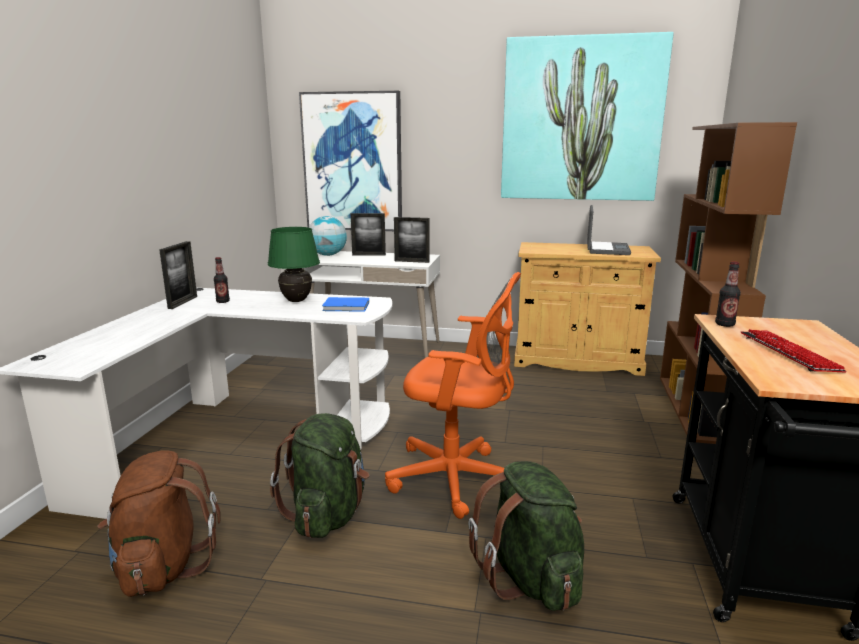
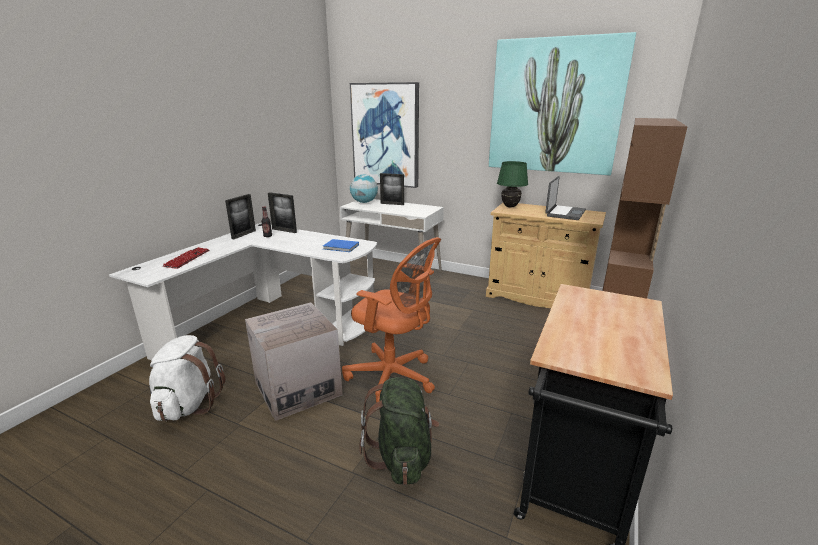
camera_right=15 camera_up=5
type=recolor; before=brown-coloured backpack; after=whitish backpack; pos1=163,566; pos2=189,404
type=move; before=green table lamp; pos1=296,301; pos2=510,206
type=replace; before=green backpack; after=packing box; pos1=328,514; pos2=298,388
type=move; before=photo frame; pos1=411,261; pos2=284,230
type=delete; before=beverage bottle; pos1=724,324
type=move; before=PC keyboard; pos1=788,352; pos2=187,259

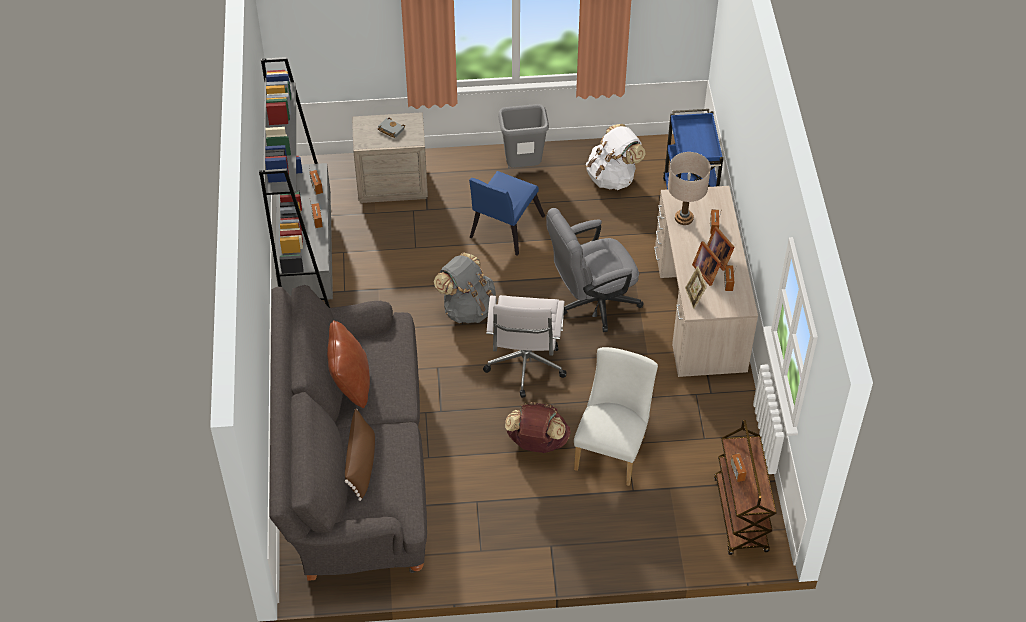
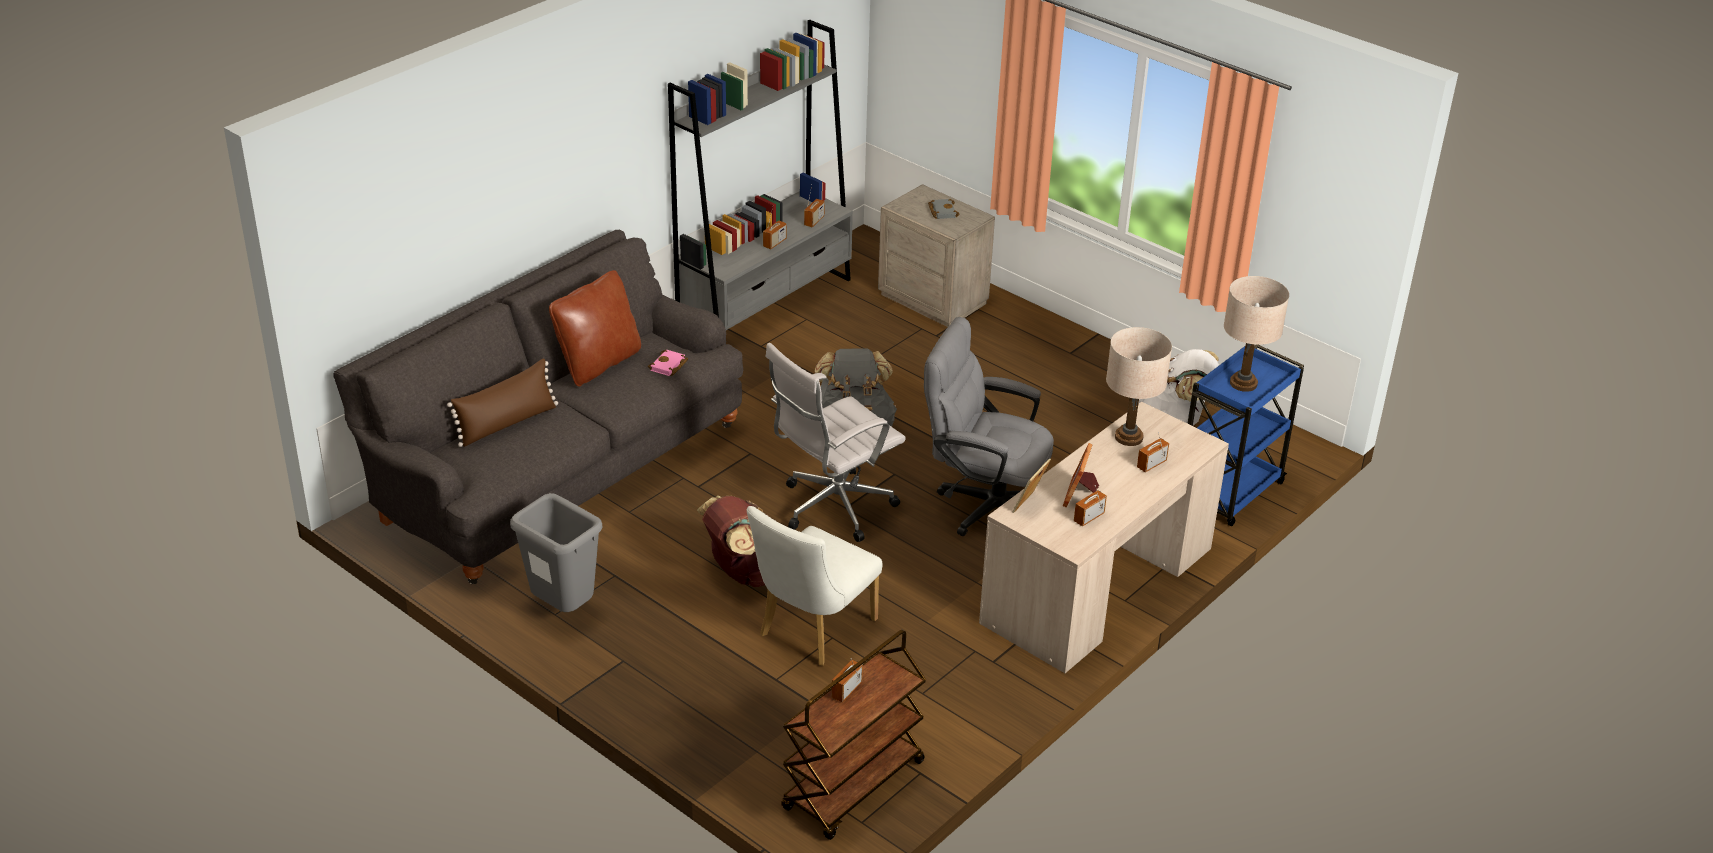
camera_right=45 camera_up=-15
type=delete; before=bluish upright chair; pos1=503,230
type=move; before=greyish rubbish bin; pos1=523,167; pos2=564,610
type=rotate; before=whitish upright chair; pos1=612,449; pos2=811,631; turn=150
type=delete; before=photo frame; pos1=719,256
type=insert; after=pink-coloured bound book; pos2=669,366
type=insert; after=beige table lamp; pos2=1243,383

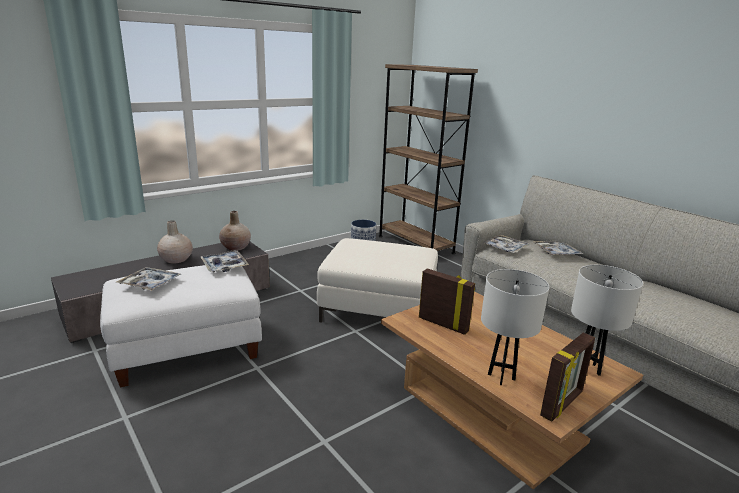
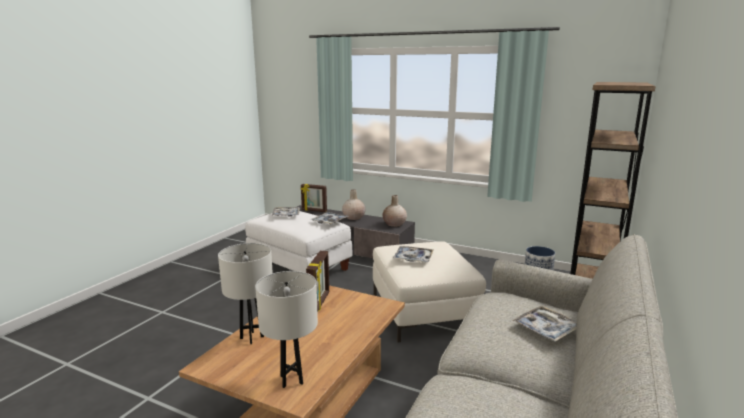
camera_right=65 camera_up=-5
type=move; before=tray; pos1=505,248; pos2=413,258
type=move; before=photo frame; pos1=562,404; pos2=314,211

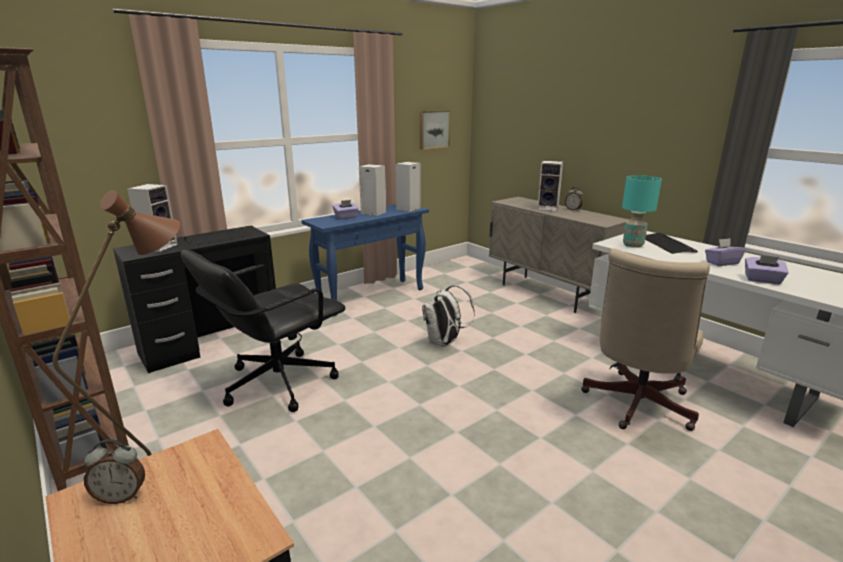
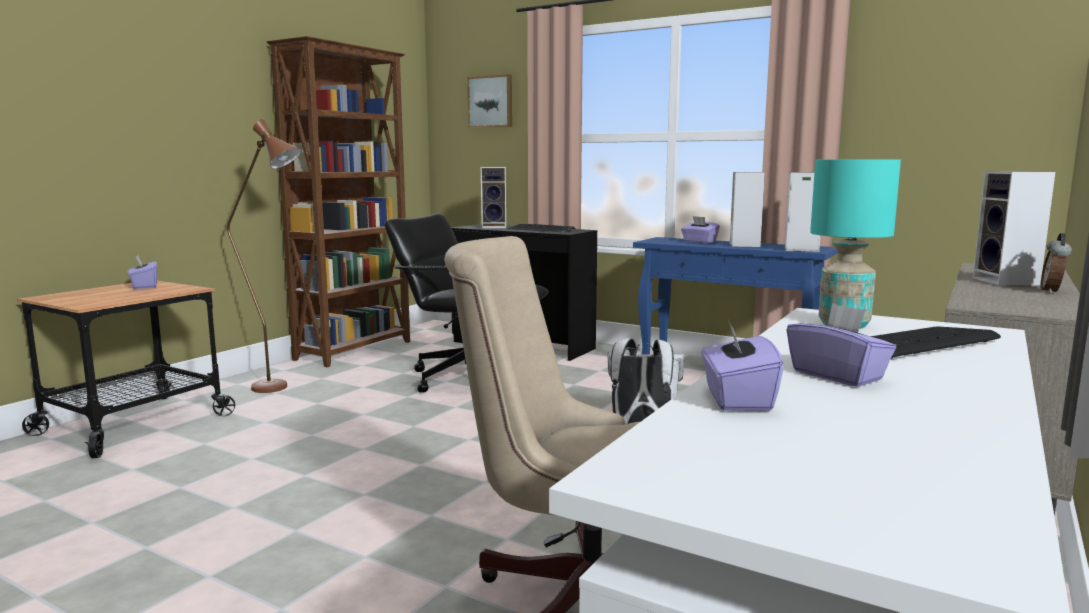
camera_right=70 camera_up=-10
type=replace; before=table clock; after=purple tissue holder; pos1=121,496; pos2=144,286
type=move; before=picture; pos1=433,129; pos2=491,102

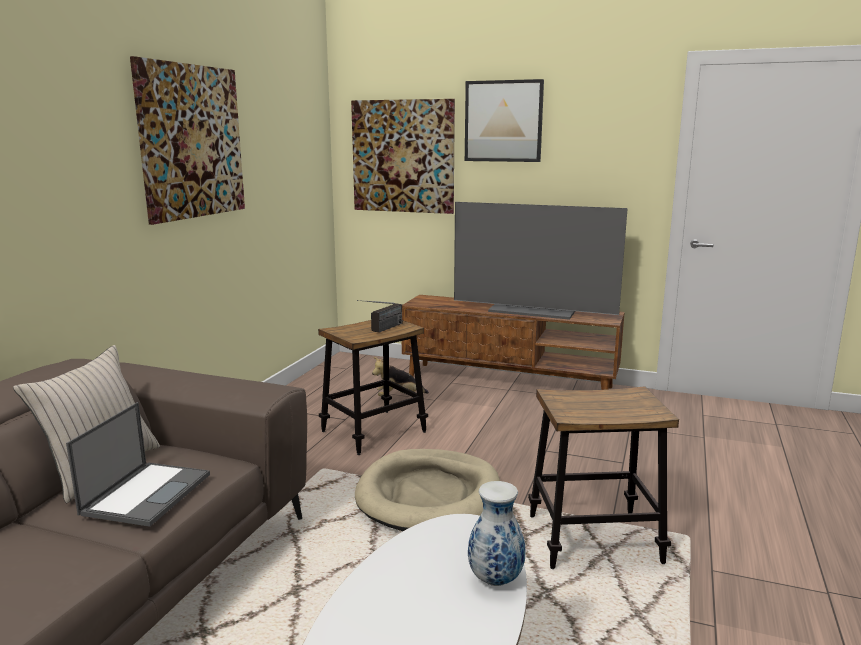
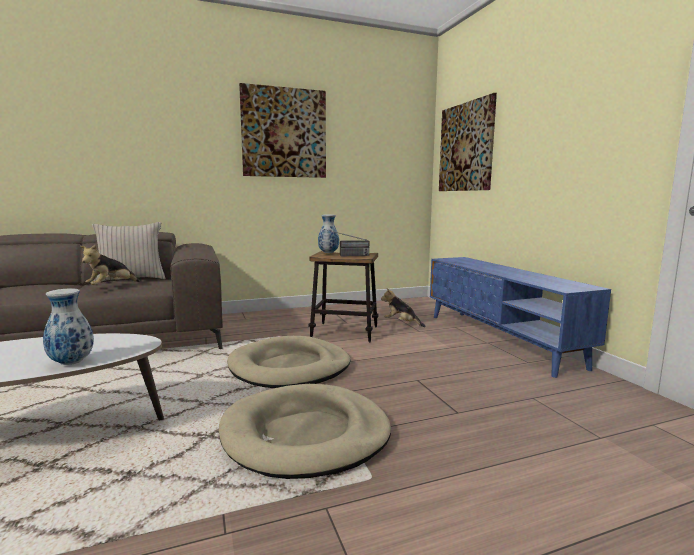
camera_right=50 camera_up=-5
type=replace; before=portable computer; after=cuddly toy; pos1=147,493; pos2=111,286
type=recolor; before=brown-coloured tv unit; after=bluish tv unit; pos1=509,382; pos2=499,339
type=delete; before=TV set; pos1=533,310
type=delete; before=picture; pos1=503,121
type=replace; before=stool; after=beige dog bed; pos1=593,539; pos2=306,434
type=insert; after=decorative vase; pos2=328,253

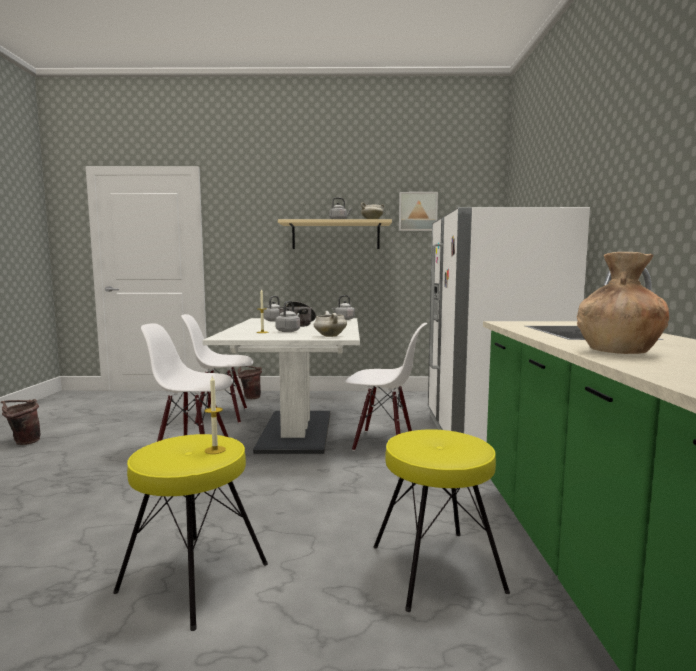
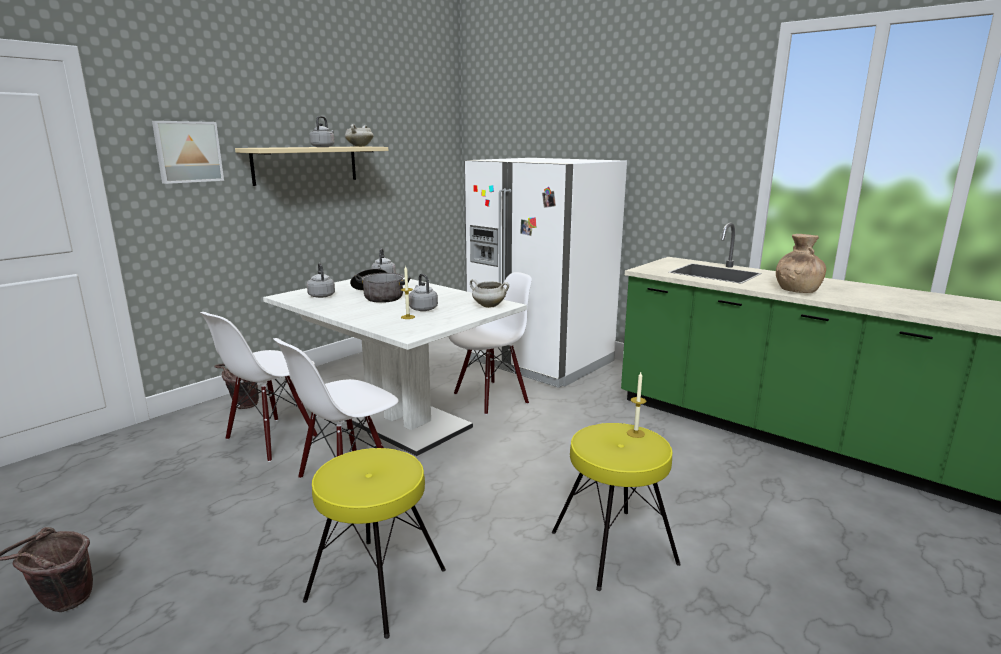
camera_right=-50 camera_up=10
type=move; before=yellowish stool; pos1=436,567; pos2=376,584
type=move; before=picture; pos1=417,211; pos2=188,152

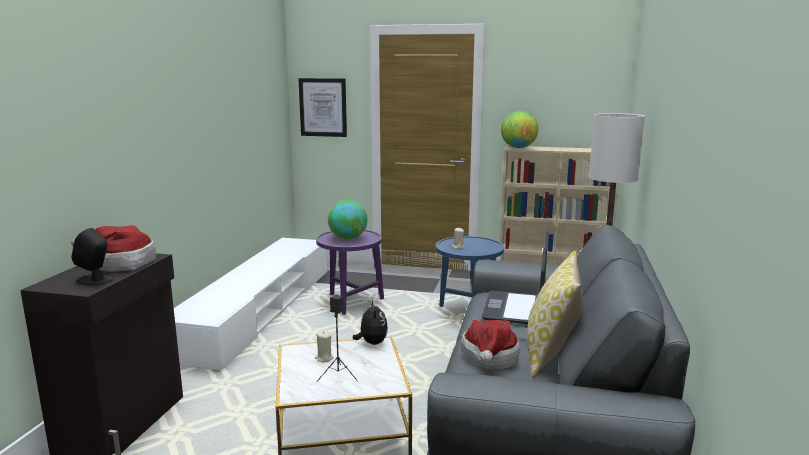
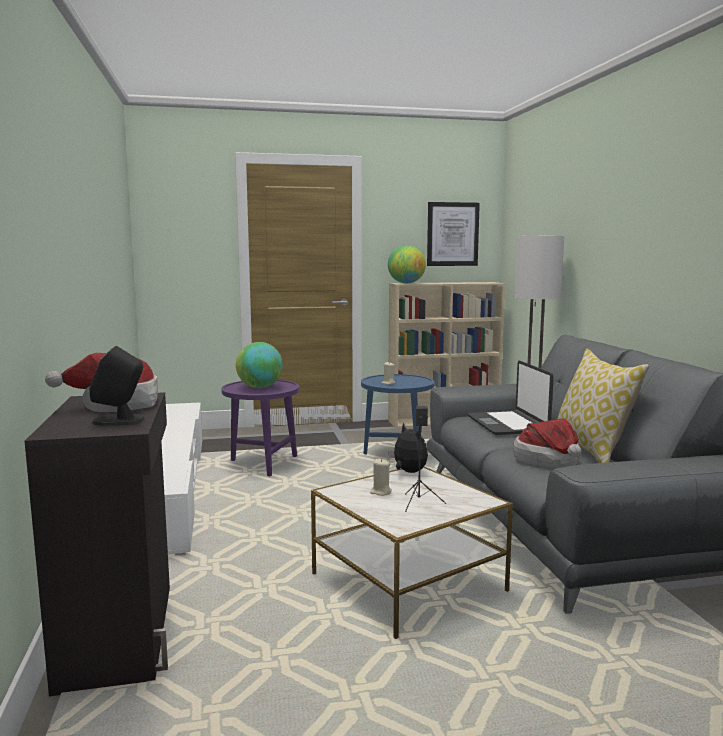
camera_right=-25 camera_up=-5
type=move; before=picture; pos1=323,107; pos2=452,234

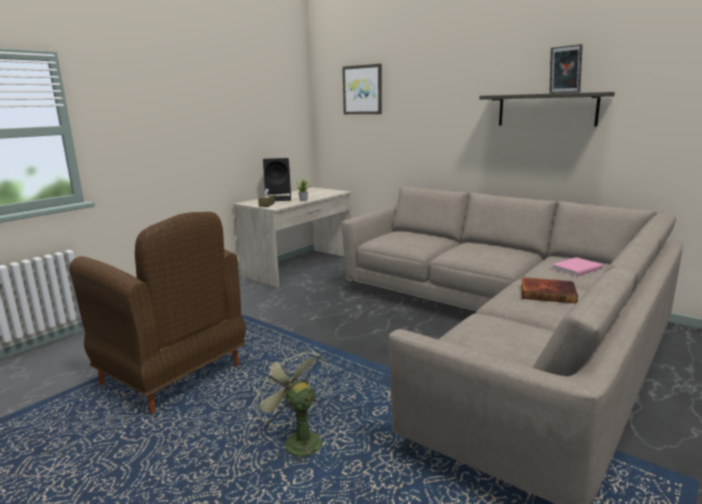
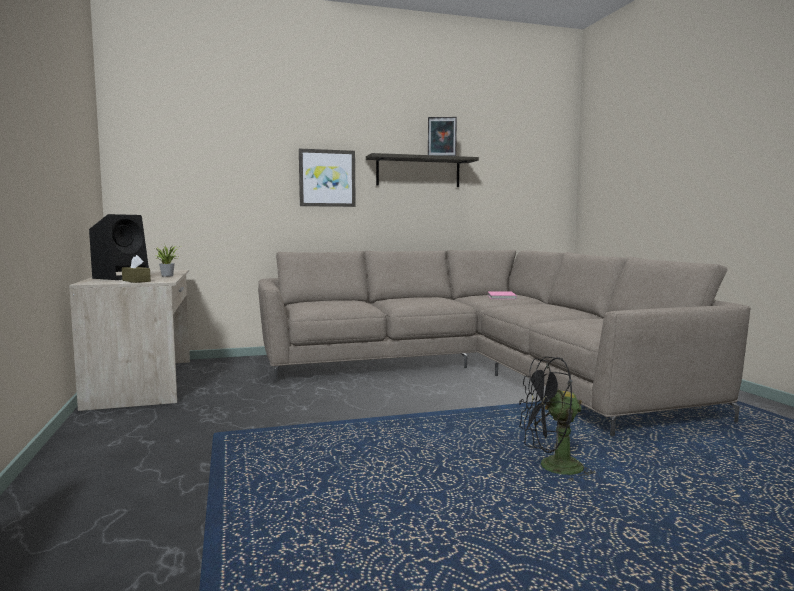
camera_right=-55 camera_up=-10
type=delete; before=brown-coloured armchair; pos1=173,376
type=recolor; before=green fan; after=black-coloured fan; pos1=296,441; pos2=552,468
type=move; before=picture; pos1=362,90; pos2=327,178
type=delete; before=bound book; pos1=548,293

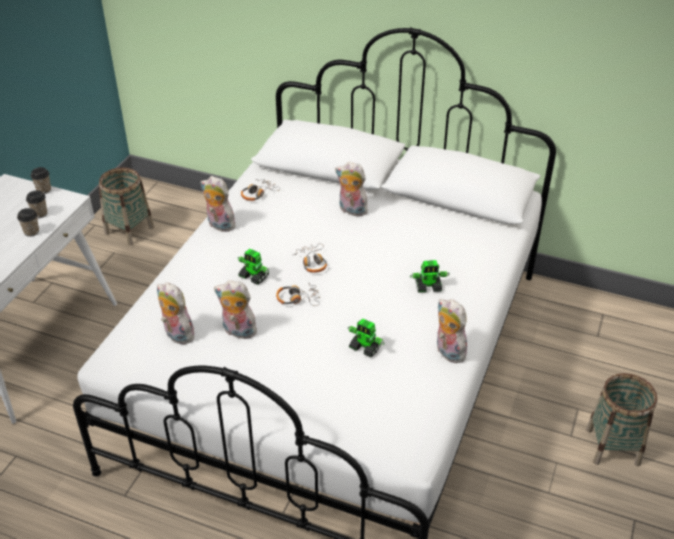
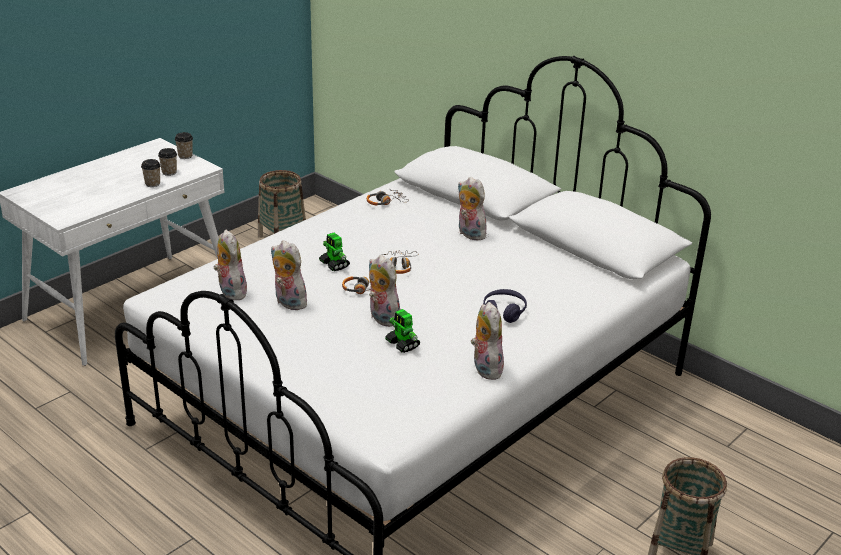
camera_right=20 camera_up=-10
type=move; before=cuddly toy; pos1=219,225; pos2=381,318
type=replace; before=model robot; after=purple pair of headphones; pos1=428,287; pos2=504,312

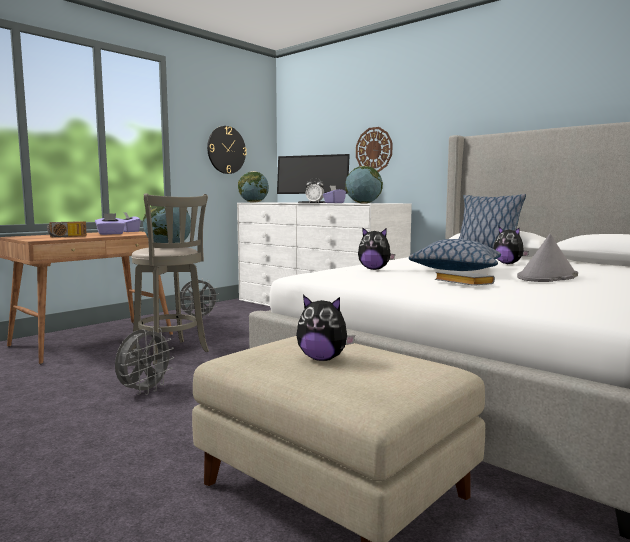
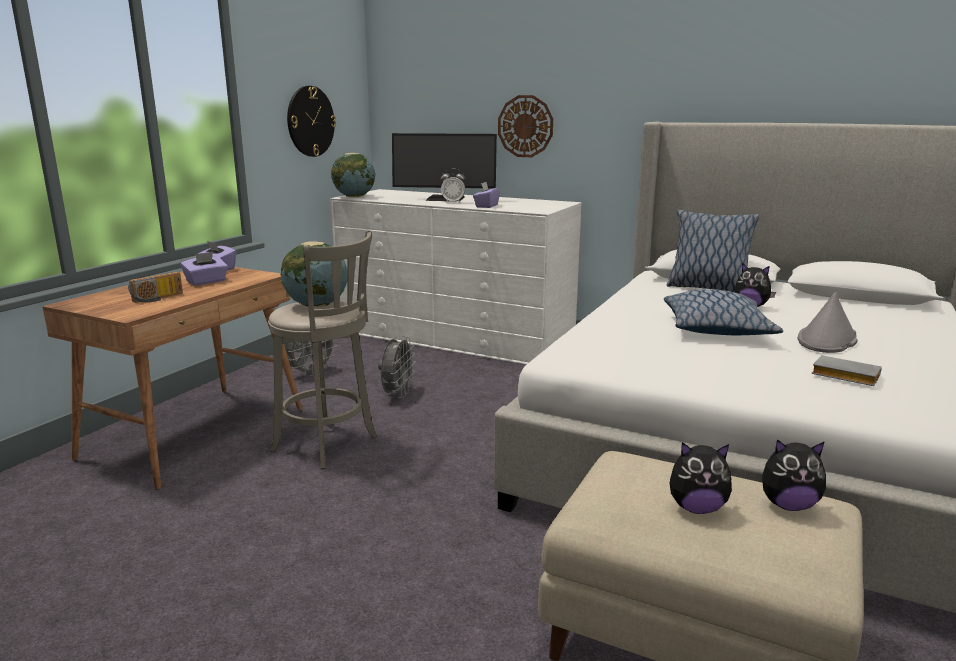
camera_right=-15 camera_up=10
type=move; before=greyish fan; pos1=144,391; pos2=397,394
type=delete; before=desk globe; pos1=363,203
type=move; before=cuddly toy; pos1=374,269; pos2=788,505
type=move; before=greyish bound book; pos1=461,283; pos2=843,376

